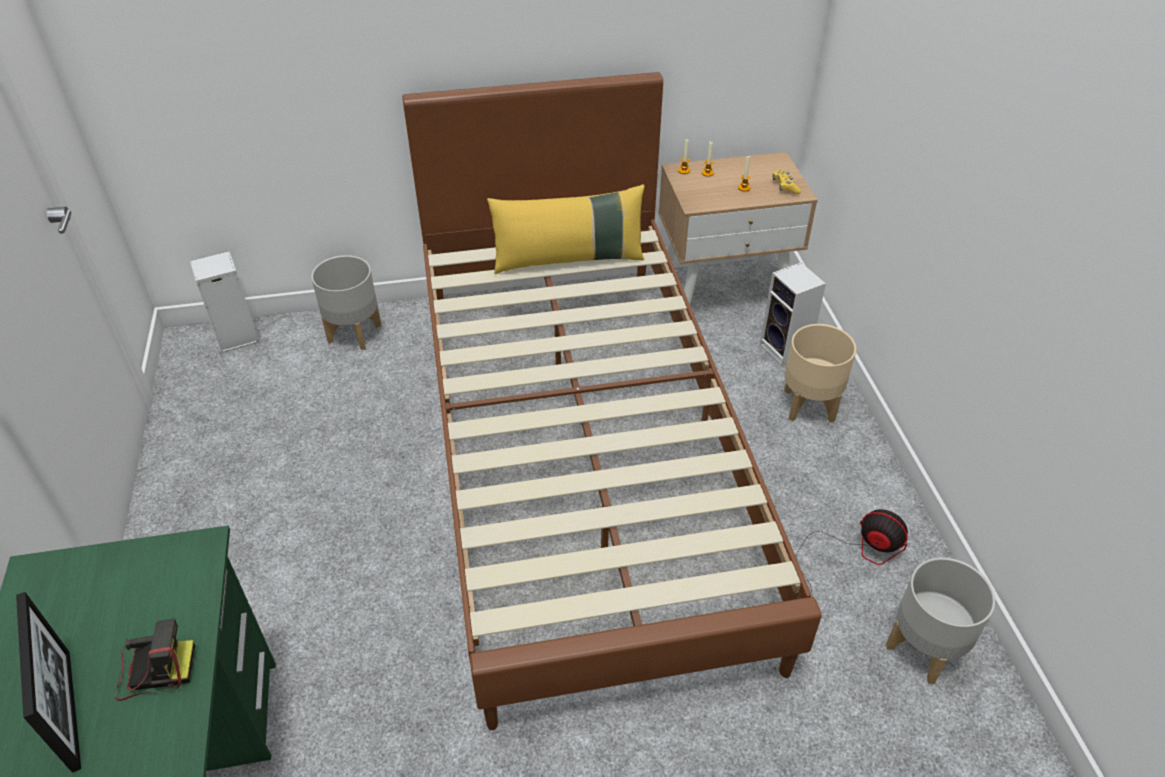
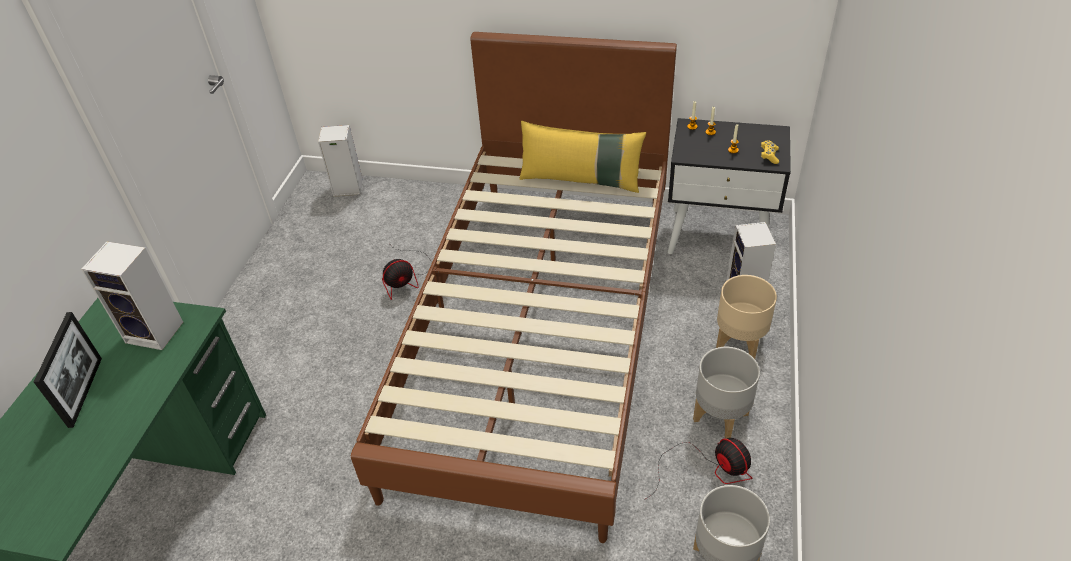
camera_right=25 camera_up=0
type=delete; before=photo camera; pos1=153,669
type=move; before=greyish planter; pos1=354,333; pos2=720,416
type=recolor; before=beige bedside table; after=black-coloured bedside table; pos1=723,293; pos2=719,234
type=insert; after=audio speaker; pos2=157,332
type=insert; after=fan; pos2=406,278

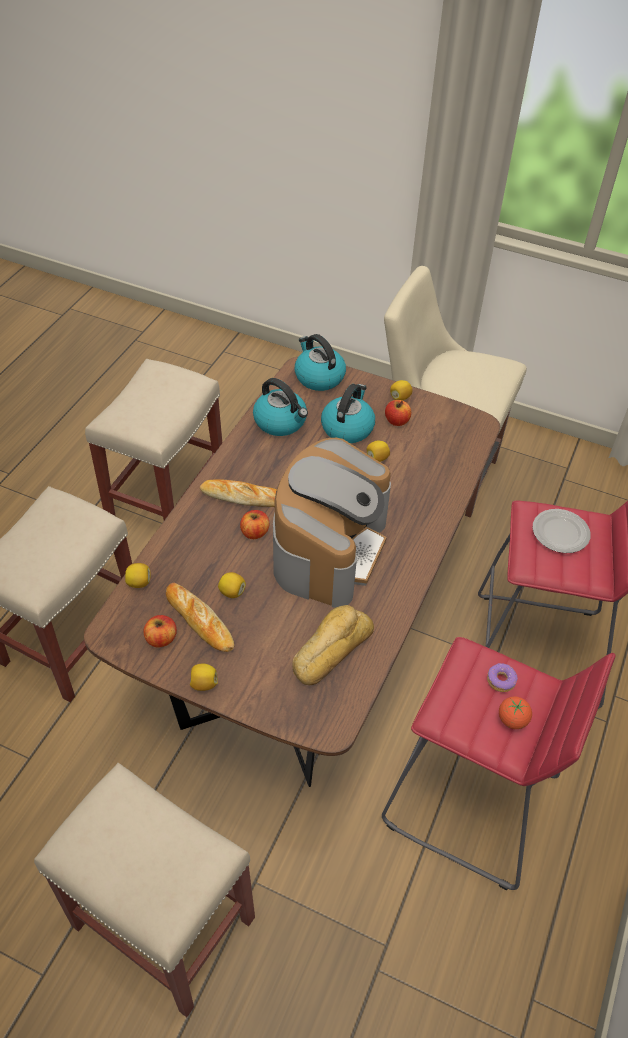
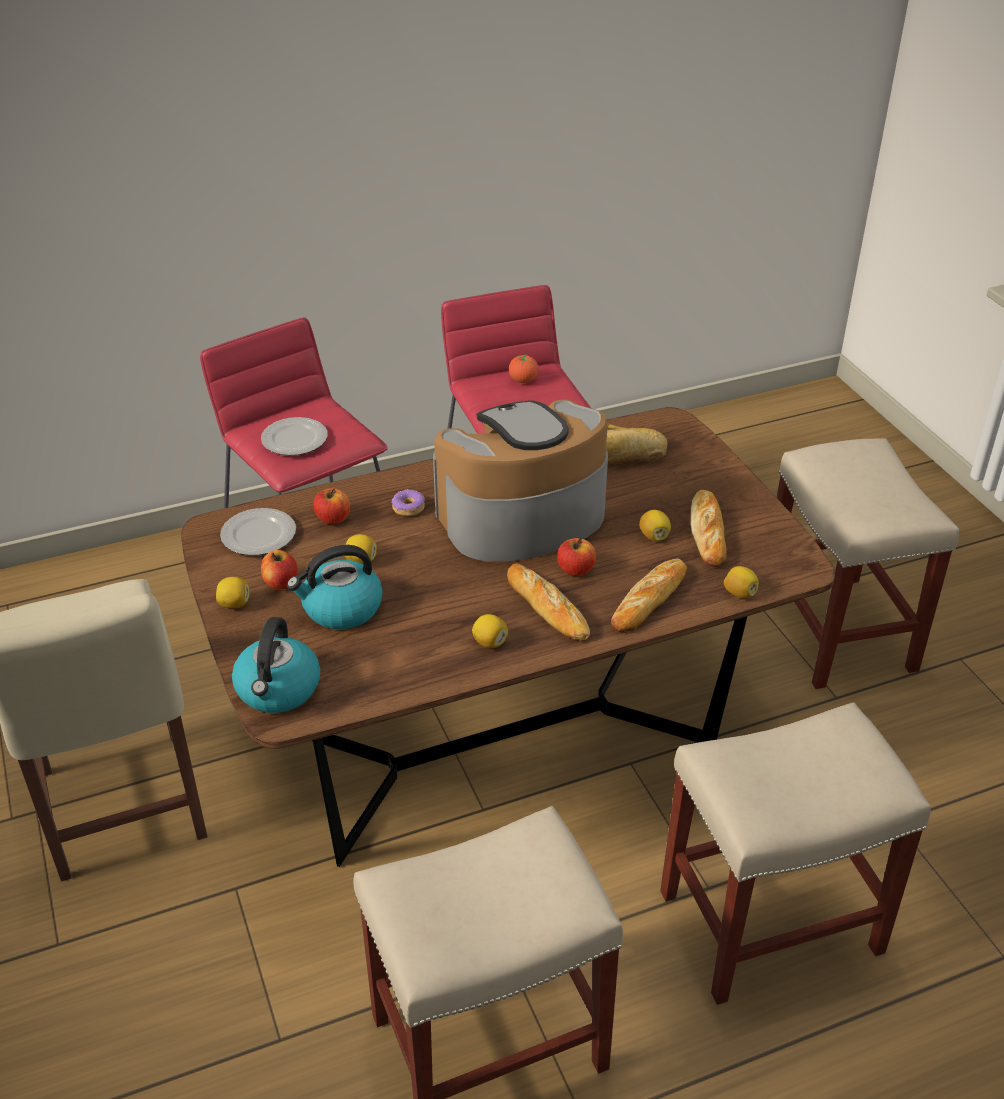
camera_right=-135 camera_up=-10
type=move; before=whole apple; pos1=161,638; pos2=333,518
type=move; before=lemon; pos1=203,683; pos2=489,642
type=delete; before=kettle; pos1=281,422
type=move; before=ring doughnut; pos1=501,680; pos2=408,508
type=insert; after=dinner plate; pos2=258,535
type=insert; after=bakery bread; pos2=649,599

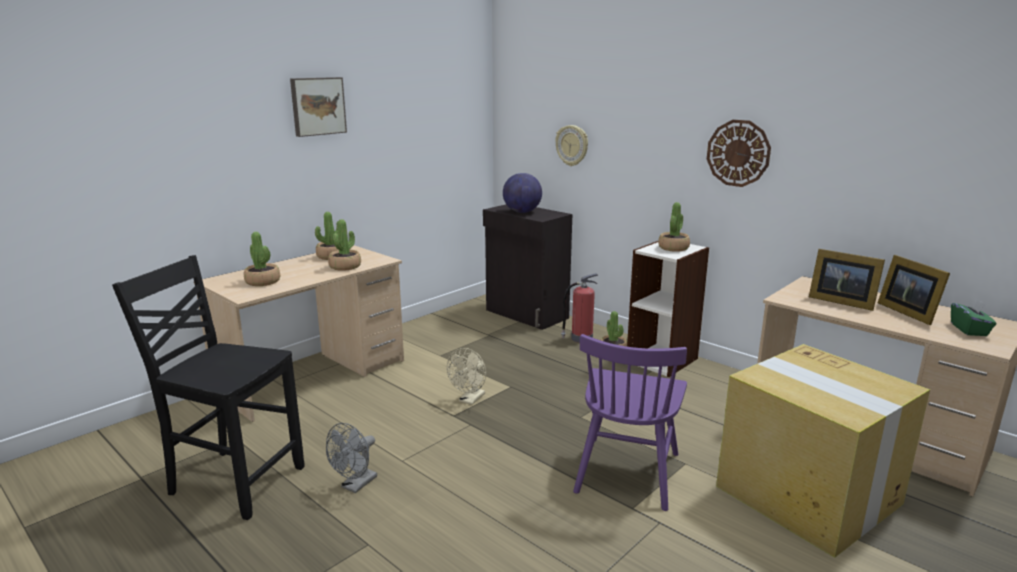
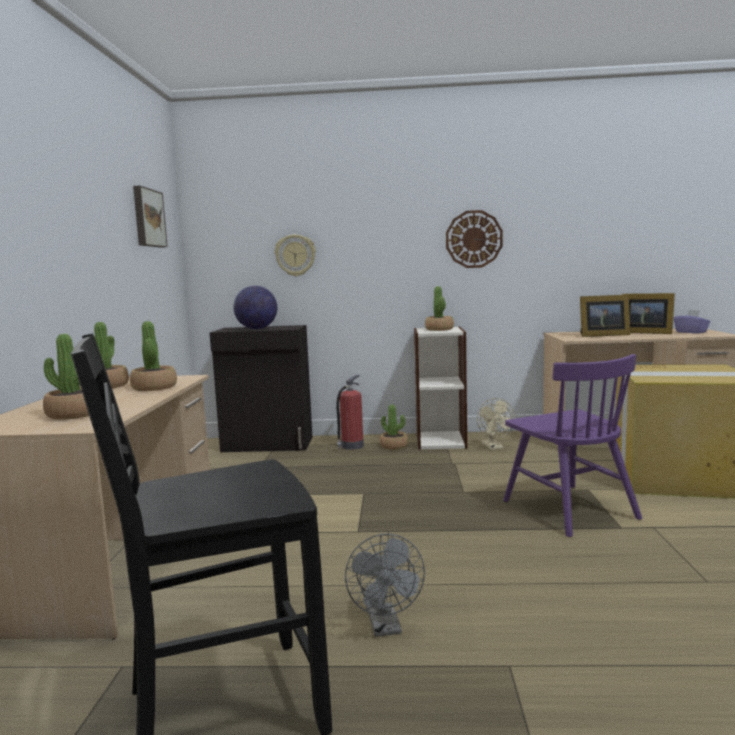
camera_right=-40 camera_up=-10
type=move; before=picture; pos1=317,106; pos2=147,218
type=move; before=beige fan; pos1=470,400; pos2=494,447
type=recolor; before=green tissue holder; after=purple tissue holder; pos1=969,330; pos2=691,332

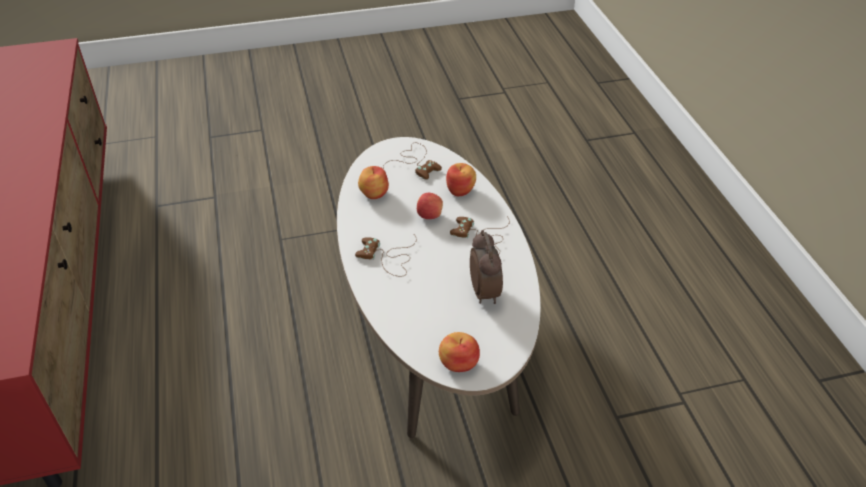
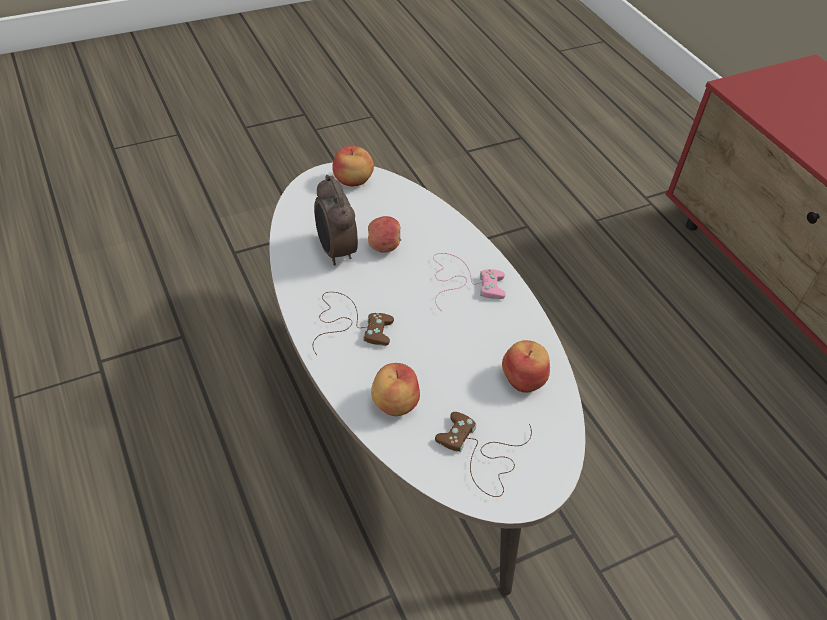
camera_right=165 camera_up=5
type=recolor; before=brown-coloured gamepad; after=pink-coloured gamepad; pos1=388,257; pos2=463,281
type=move; before=whole apple; pos1=429,215; pos2=384,246

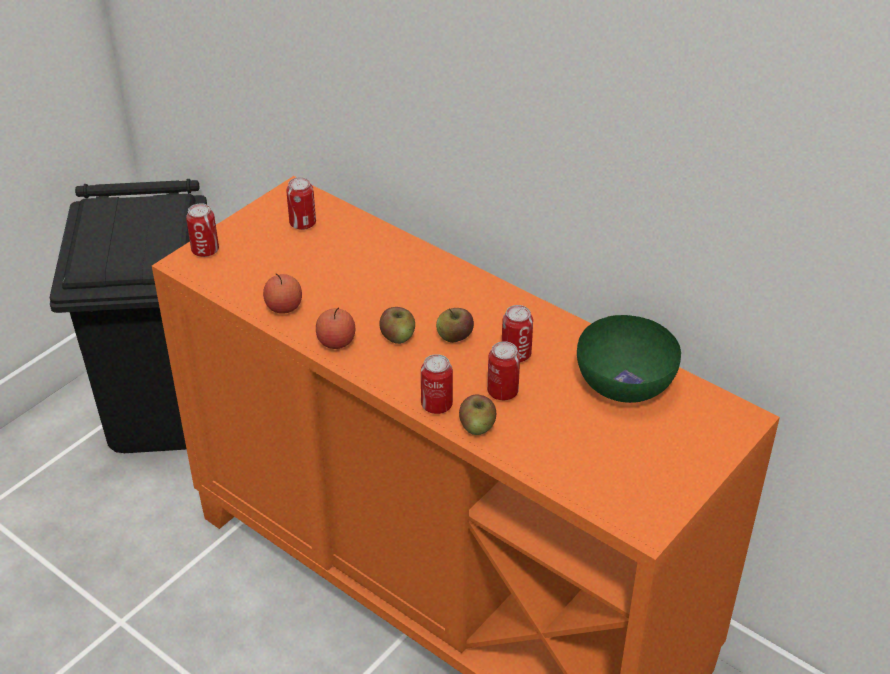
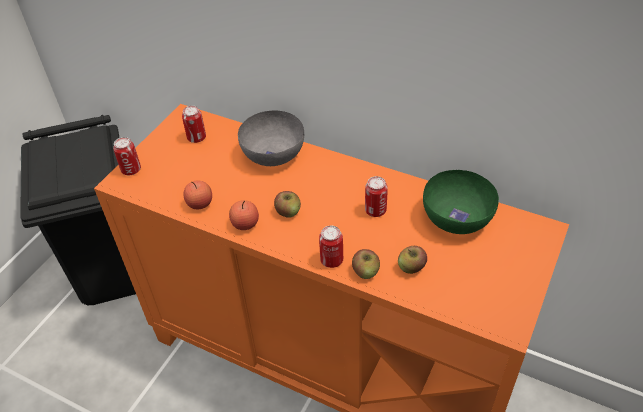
camera_right=-10 camera_up=5
type=move; before=whole apple; pos1=455,337; pos2=411,267
type=delete; before=metal can; pos1=502,392
type=insert; after=greyish bowl; pos2=274,154

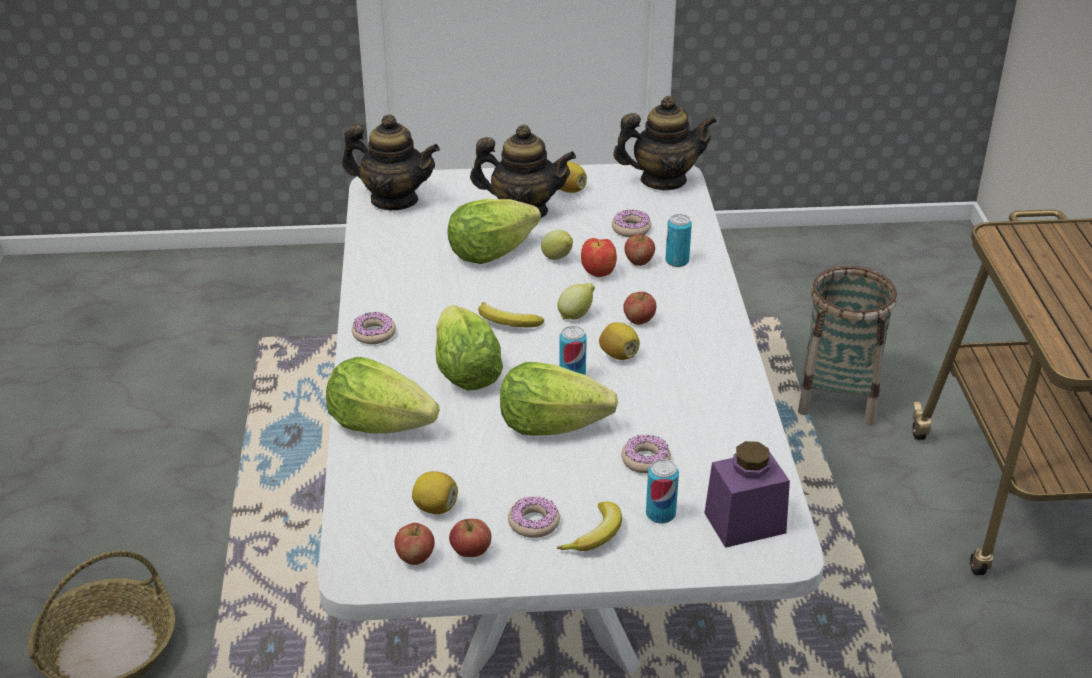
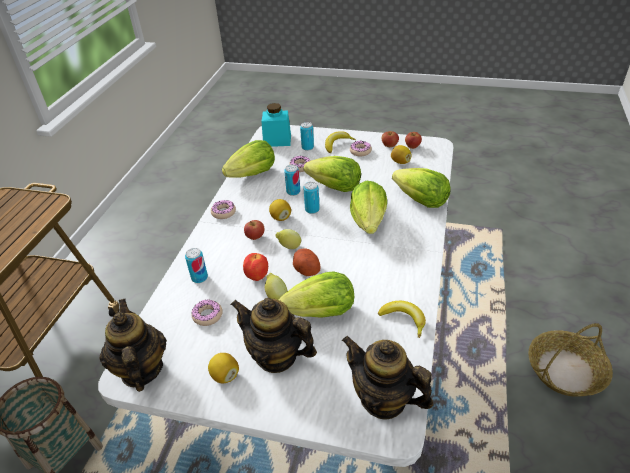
camera_right=-160 camera_up=5
type=move; before=ring doughnut; pos1=374,334; pos2=223,212
type=move; before=banana fruit; pos1=507,322; pos2=404,319
type=rotate; before=tea pot; pos1=663,180; pos2=141,370; turn=60
type=delete; before=whole apple; pos1=638,262
type=recolor; before=purple jar; after=blue-green jar; pos1=745,523; pos2=277,140
type=insert; after=lettuce; pos2=253,174
type=insert; after=metal can; pos2=293,192
type=insert; after=whole potato; pos2=306,269

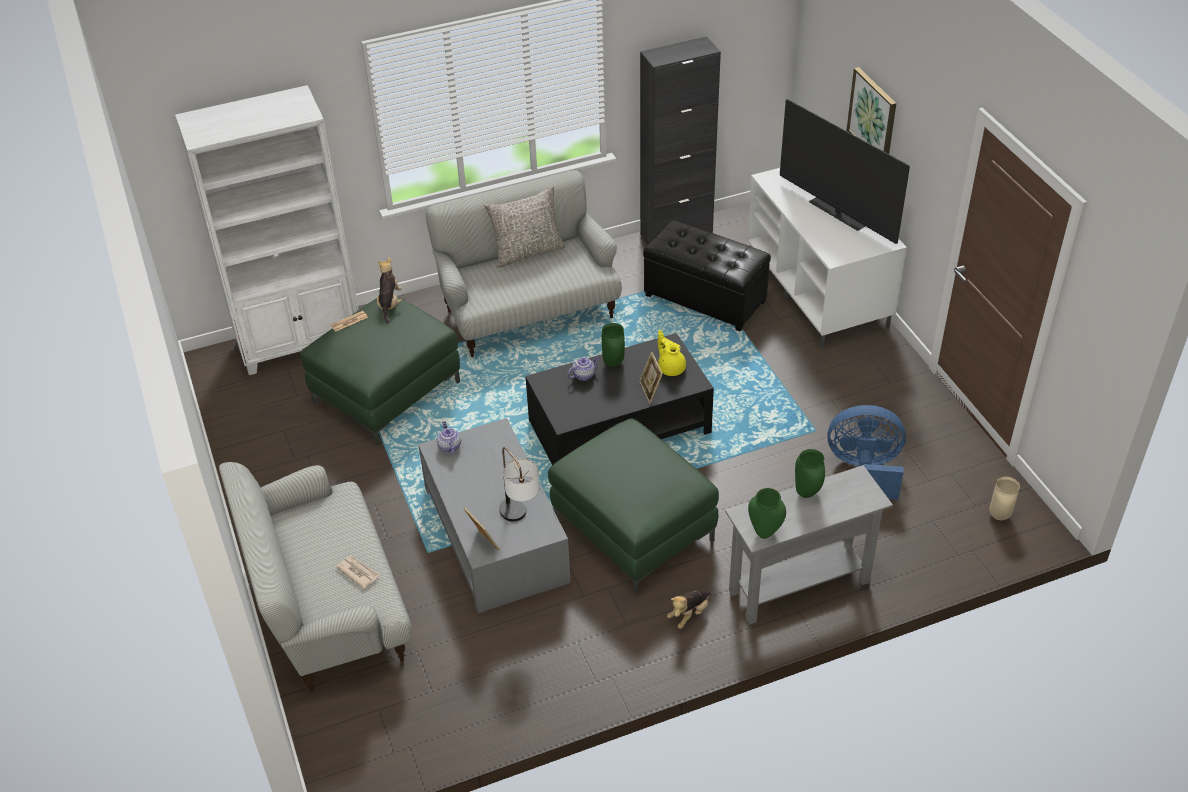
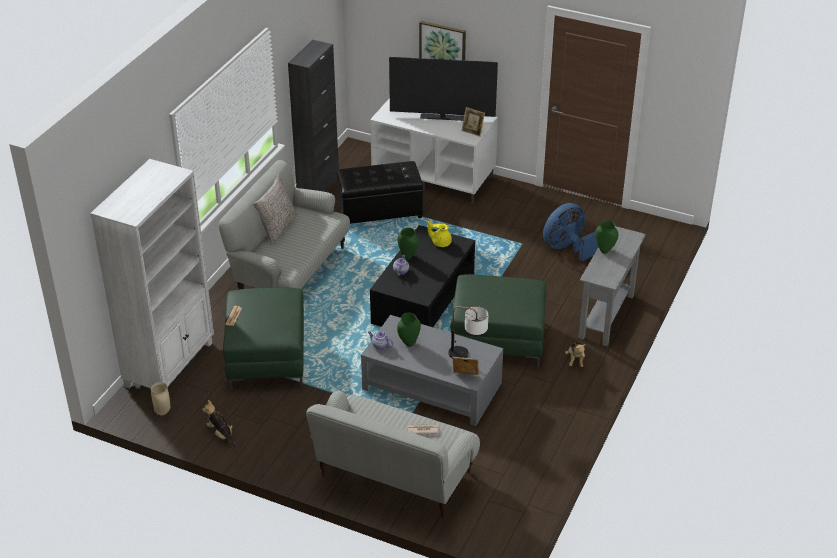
camera_right=-45 camera_up=-5
type=move; before=cuddly toy; pos1=389,304; pos2=221,434
type=move; before=photo frame; pos1=650,391; pos2=472,132
type=move; before=green decorative vase; pos1=764,533; pos2=409,344
type=move; before=beige decorative vase; pos1=1000,516; pos2=163,412

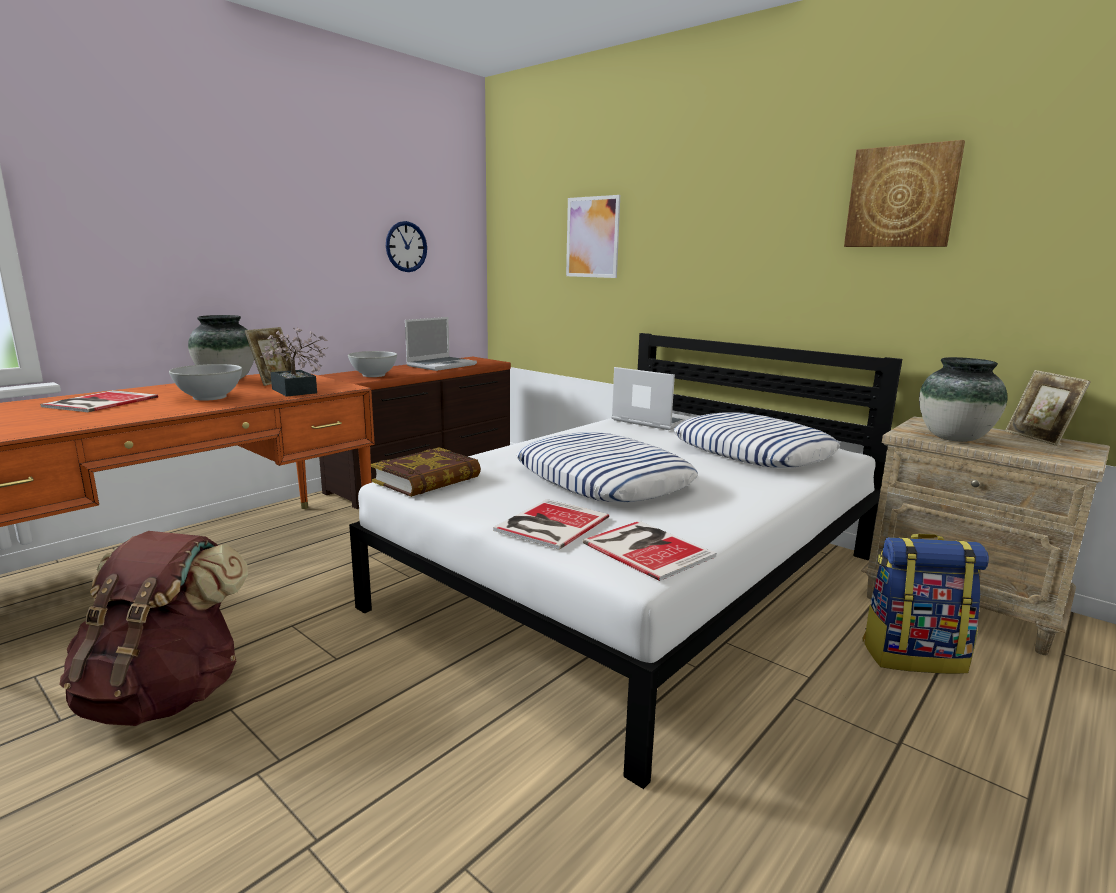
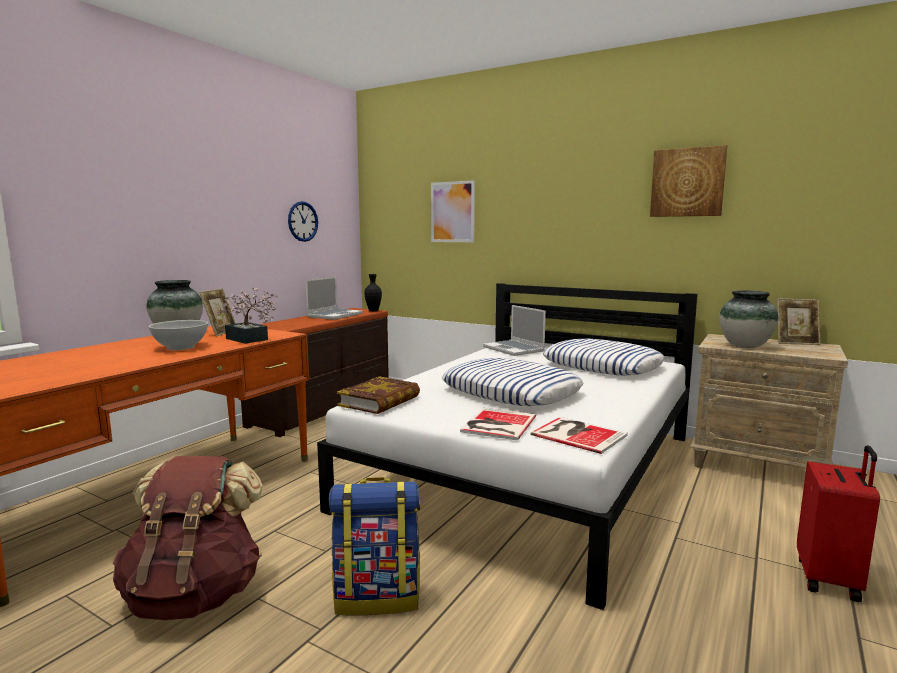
camera_right=-10 camera_up=-5
type=delete; before=bound book; pos1=98,402
type=delete; before=whitish bowl; pos1=373,375
type=rotate; before=portable computer; pos1=650,421; pos2=514,349; turn=-150
type=move; before=backpack; pos1=913,656; pos2=378,596
type=rotate; before=photo frame; pos1=1038,438; pos2=796,343; turn=-60
type=insert; after=black-coloured decorative vase; pos2=373,310
type=insert; after=reddish travel case; pos2=829,579

